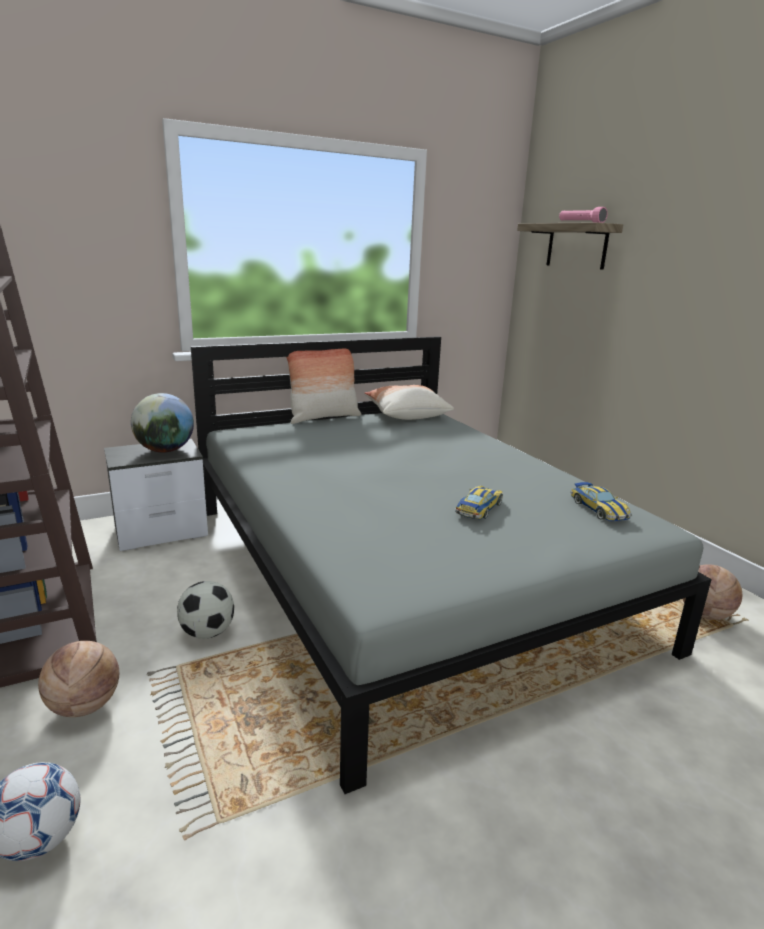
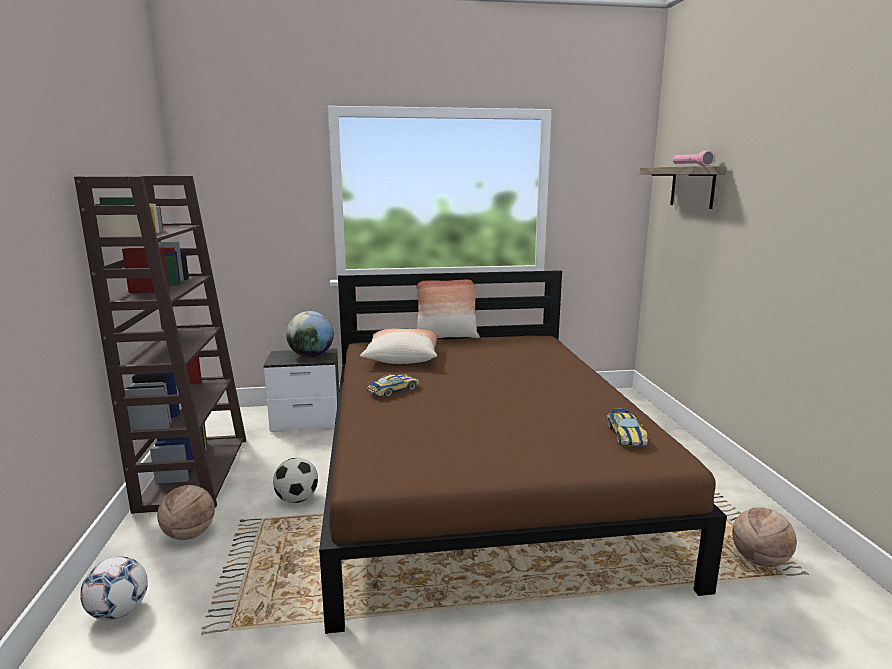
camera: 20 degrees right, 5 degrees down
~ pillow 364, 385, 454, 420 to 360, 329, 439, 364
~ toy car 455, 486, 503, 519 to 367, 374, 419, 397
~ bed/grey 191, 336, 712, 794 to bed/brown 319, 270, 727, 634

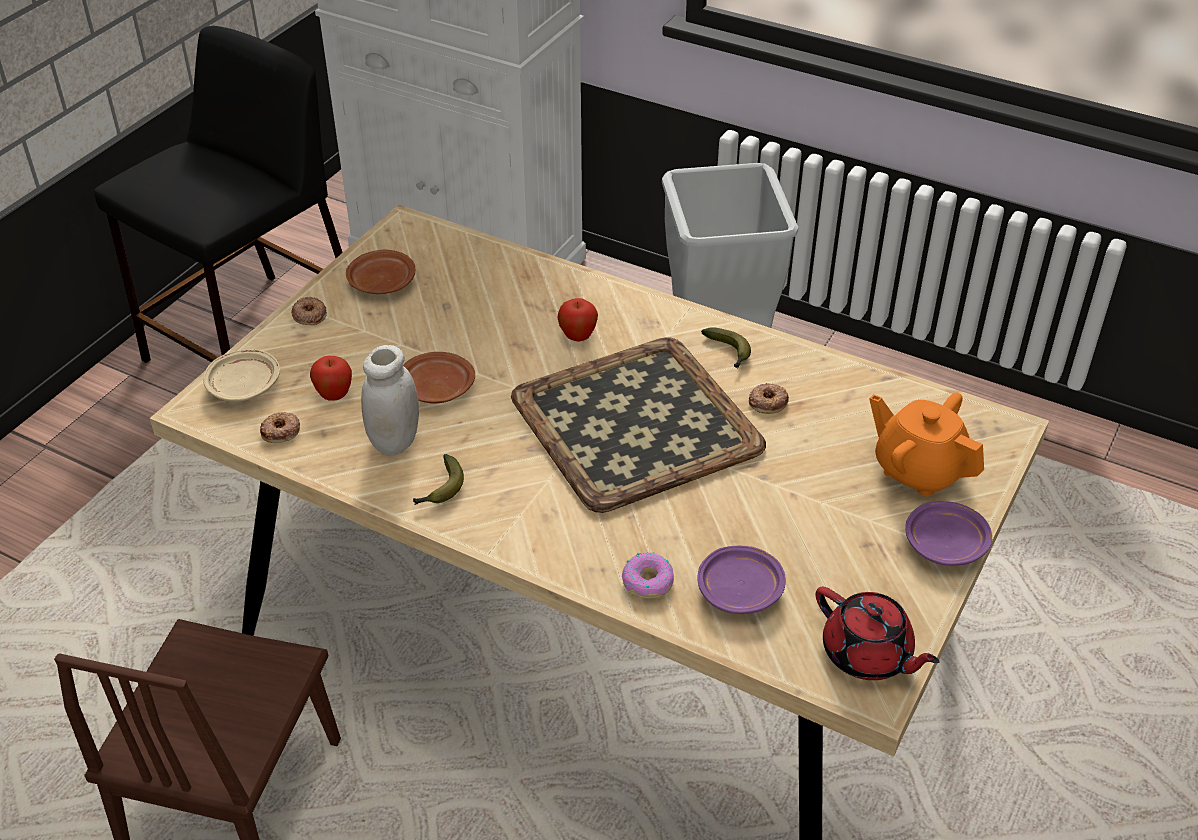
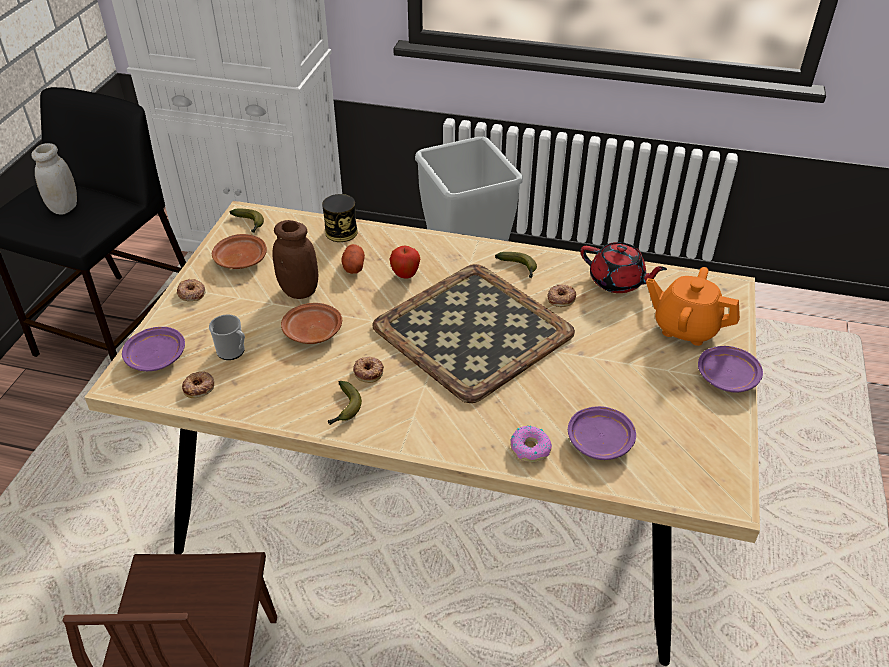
camera: 15 degrees left, 0 degrees up
+ banana 229, 208, 264, 233
+ jar/brown 272, 220, 318, 299
+ can 322, 194, 358, 242
+ potato 341, 244, 365, 274
+ donut 353, 357, 384, 383
~ jar/white 361, 345, 419, 456 to 31, 143, 77, 215
~ teapot/red 816, 586, 940, 680 to 581, 242, 667, 293
~ apple 310, 356, 352, 401 to mug 209, 314, 245, 360
~ plate/beige 203, 349, 280, 402 to plate/purple 122, 327, 185, 371

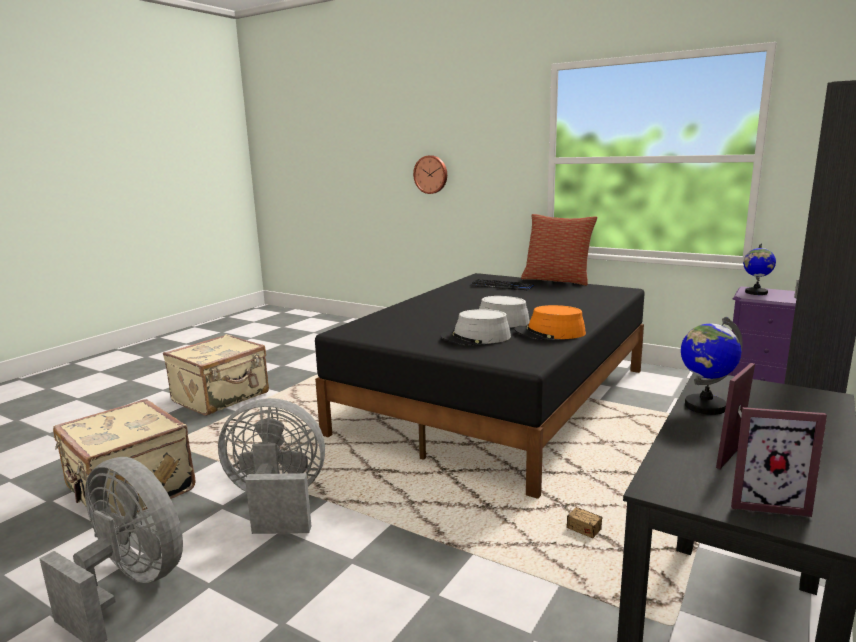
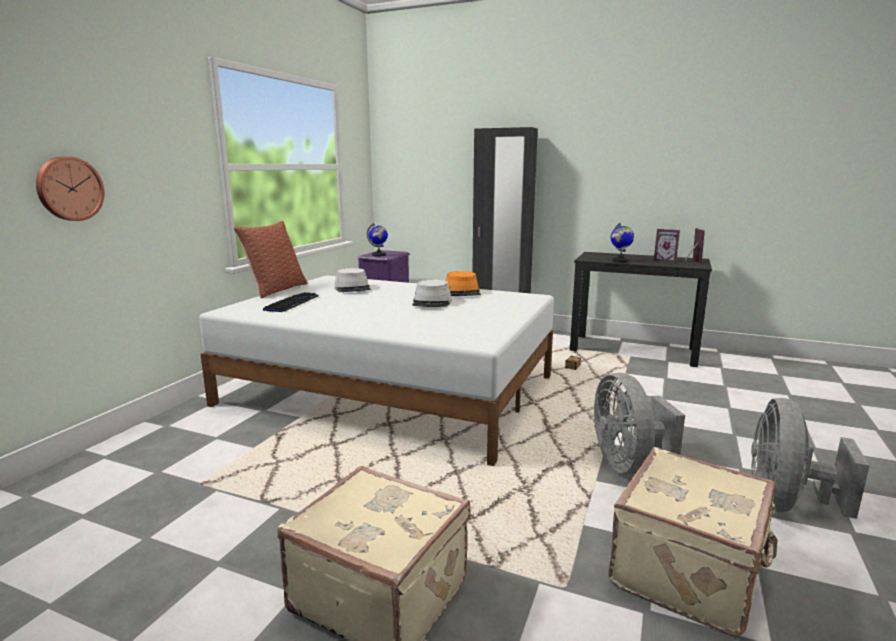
camera: 100 degrees left, 0 degrees up
~ hat/grey 440, 309, 511, 345 to 334, 268, 371, 292
~ bed/black 315, 273, 645, 499 to bed/white 199, 275, 554, 466

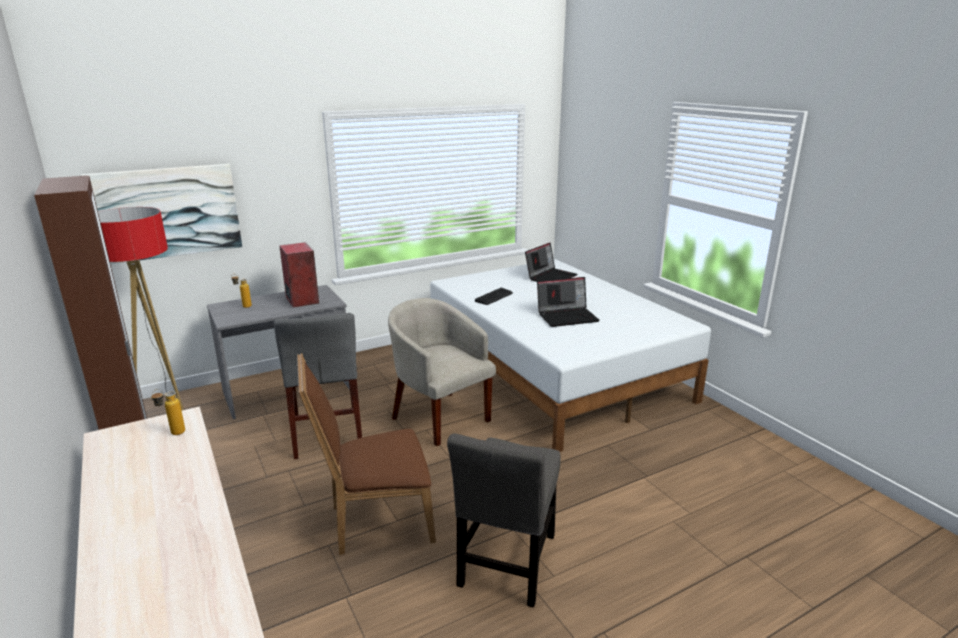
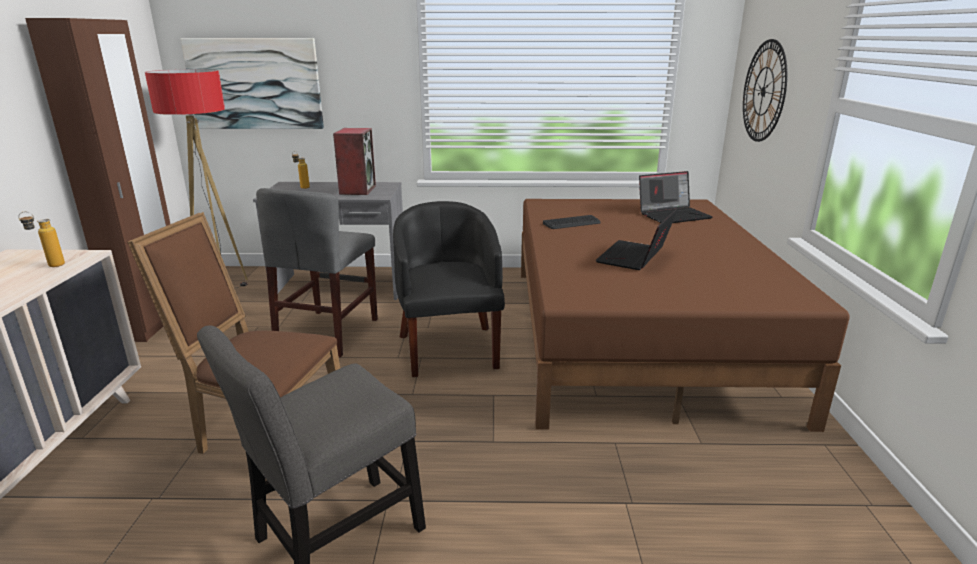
camera: 30 degrees right, 0 degrees up
+ wall clock 743, 39, 788, 142
~ armchair/beige 388, 298, 496, 446 to armchair/black 393, 201, 505, 377
~ bed/white 430, 259, 711, 452 to bed/brown 521, 199, 850, 432
~ laptop 537, 277, 600, 327 = 595, 208, 678, 270 105 degrees clockwise

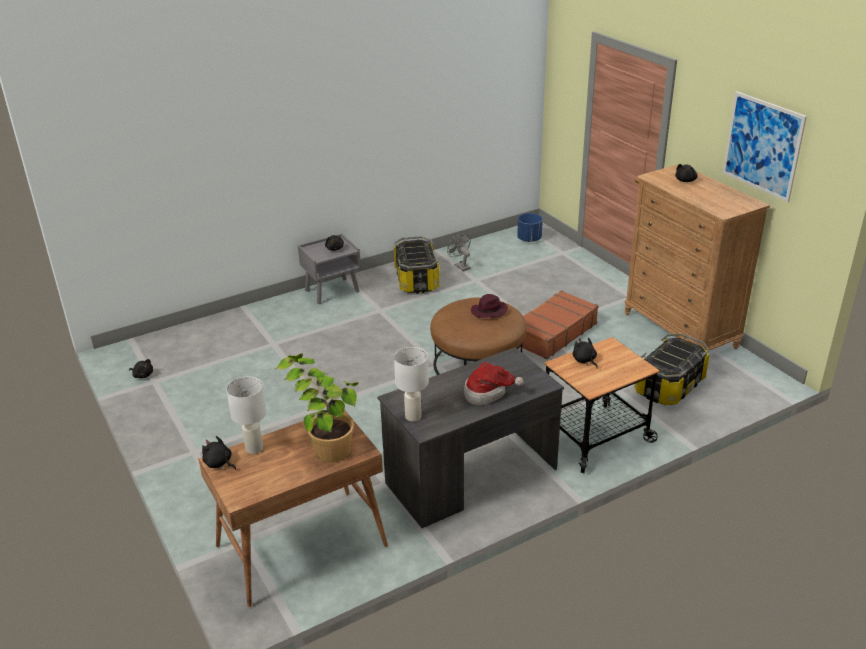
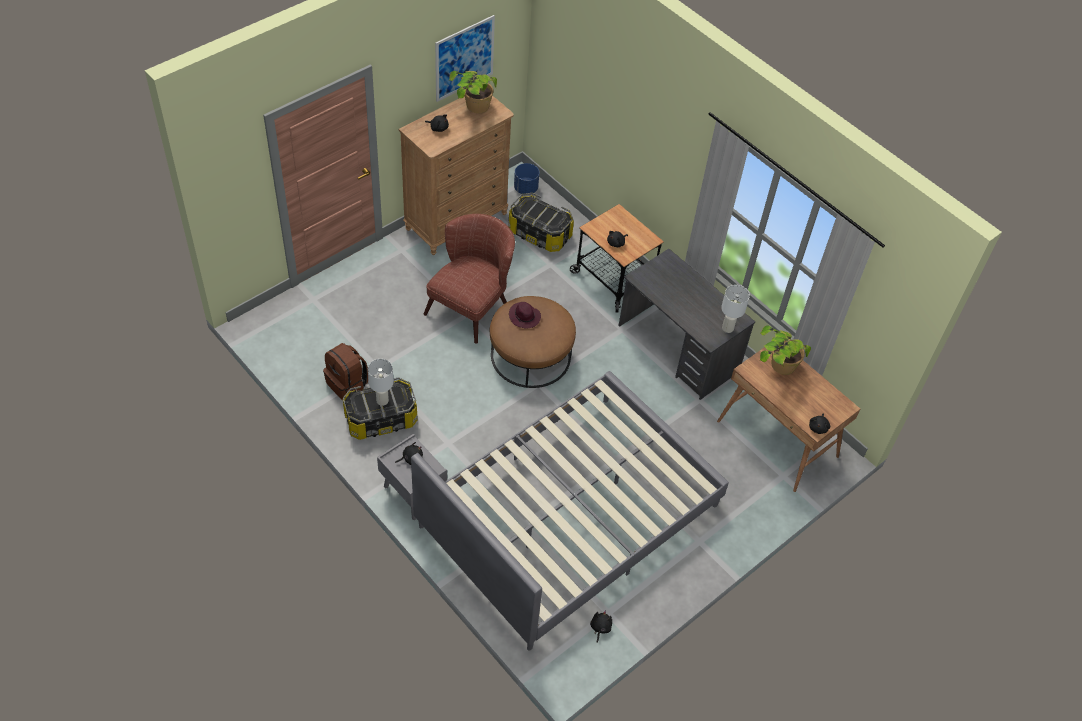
camera: 105 degrees left, 20 degrees up
- hat 464, 362, 524, 405
+ bed/grey 411, 371, 729, 651
+ potted plant 449, 71, 497, 113
~ table lamp/white 226, 376, 267, 454 to 368, 359, 394, 406
~ planter/blue 517, 213, 543, 242 to 514, 163, 539, 194
~ fan/grey 447, 233, 471, 271 to backpack/brown 323, 343, 368, 400
~ suitcase/brown 520, 290, 599, 359 to armchair/brown 423, 214, 515, 344

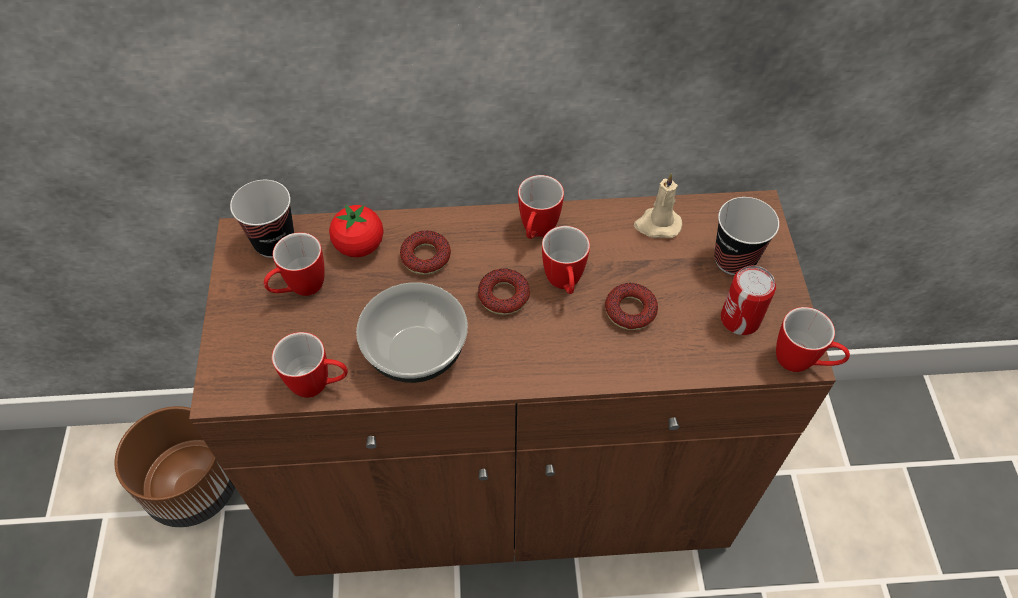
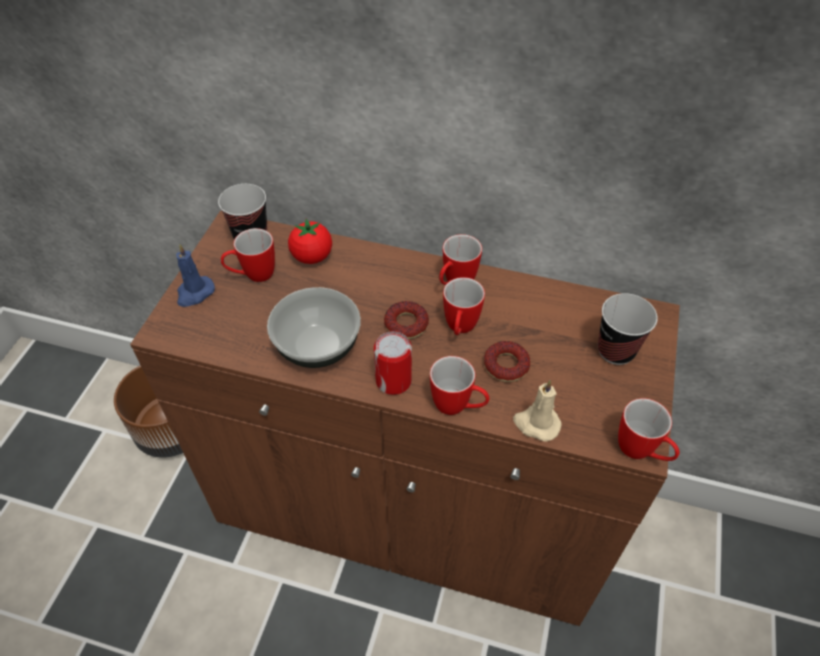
camera: 20 degrees right, 5 degrees down
- donut 400, 230, 451, 275
+ candle/blue 176, 244, 215, 307
~ mug 272, 332, 348, 398 to 430, 356, 489, 415
~ candle/beige 634, 173, 682, 238 to 513, 380, 562, 442
~ can 721, 266, 776, 335 to 374, 331, 412, 395

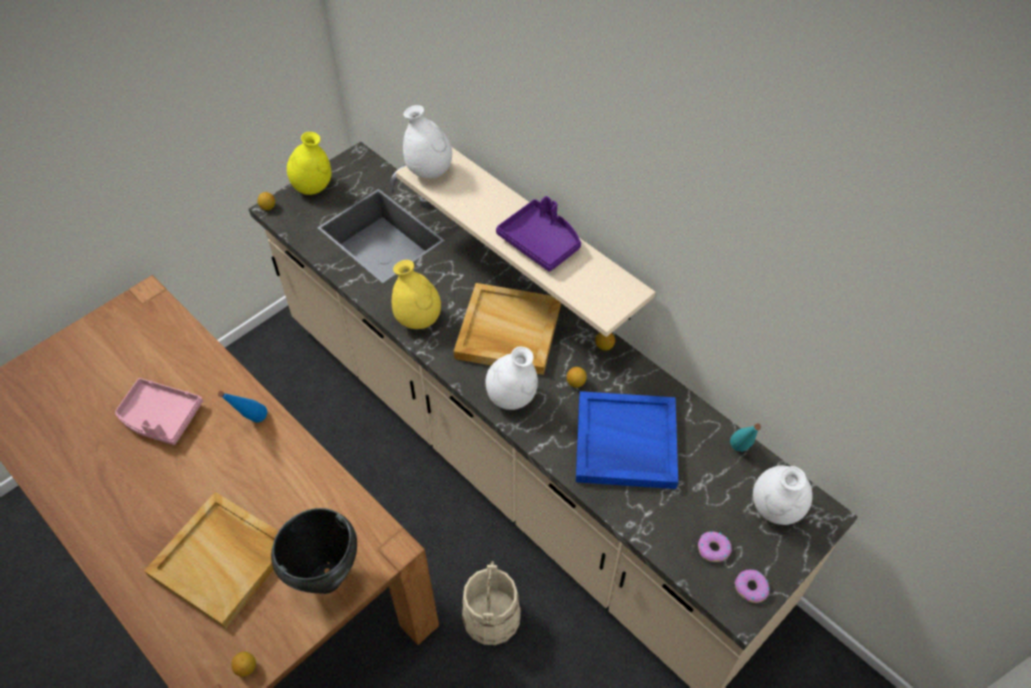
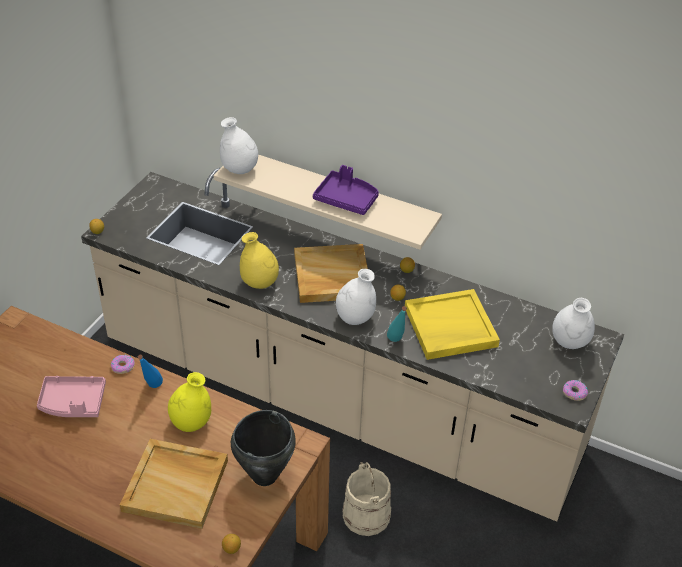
camera: 20 degrees left, 10 degrees down
~ vase/yellow 287, 132, 331, 195 to 168, 372, 211, 432
~ donut 698, 531, 732, 562 to 111, 354, 135, 374
~ bottle/turquoise 730, 424, 761, 452 to 387, 306, 407, 342
~ tray/blue 576, 391, 678, 489 to tray/yellow 405, 289, 500, 360

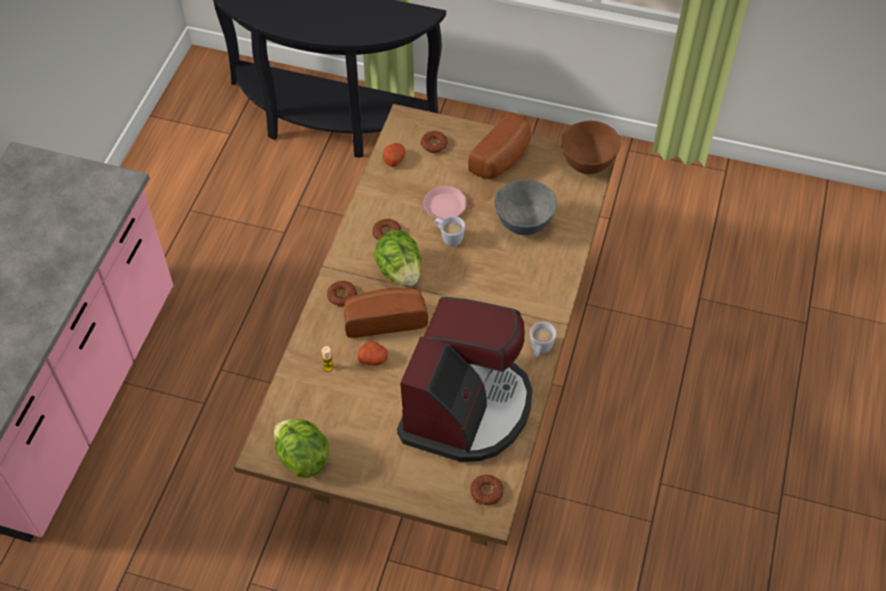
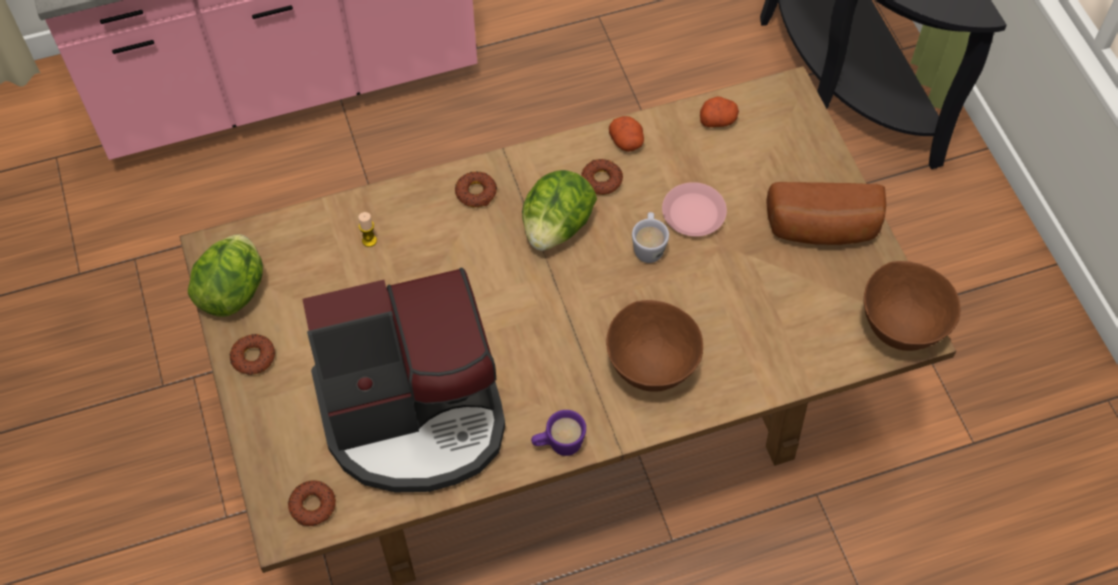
camera: 55 degrees right, 5 degrees up
- bread 344, 288, 428, 338
- bowl/grey 495, 180, 557, 235
+ bowl/brown 606, 300, 703, 392
~ potato 358, 342, 388, 366 to 609, 116, 644, 152
~ donut 420, 131, 448, 153 to 230, 334, 275, 375
~ mug/white 530, 322, 556, 358 to mug/purple 531, 410, 586, 456

